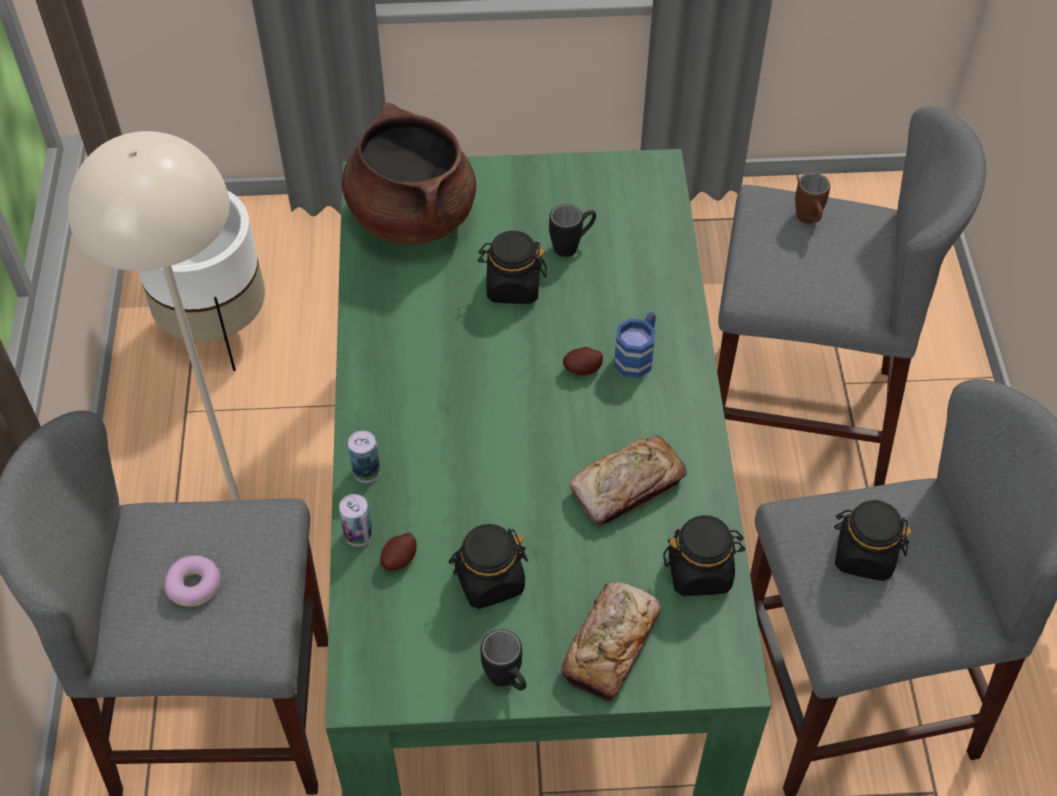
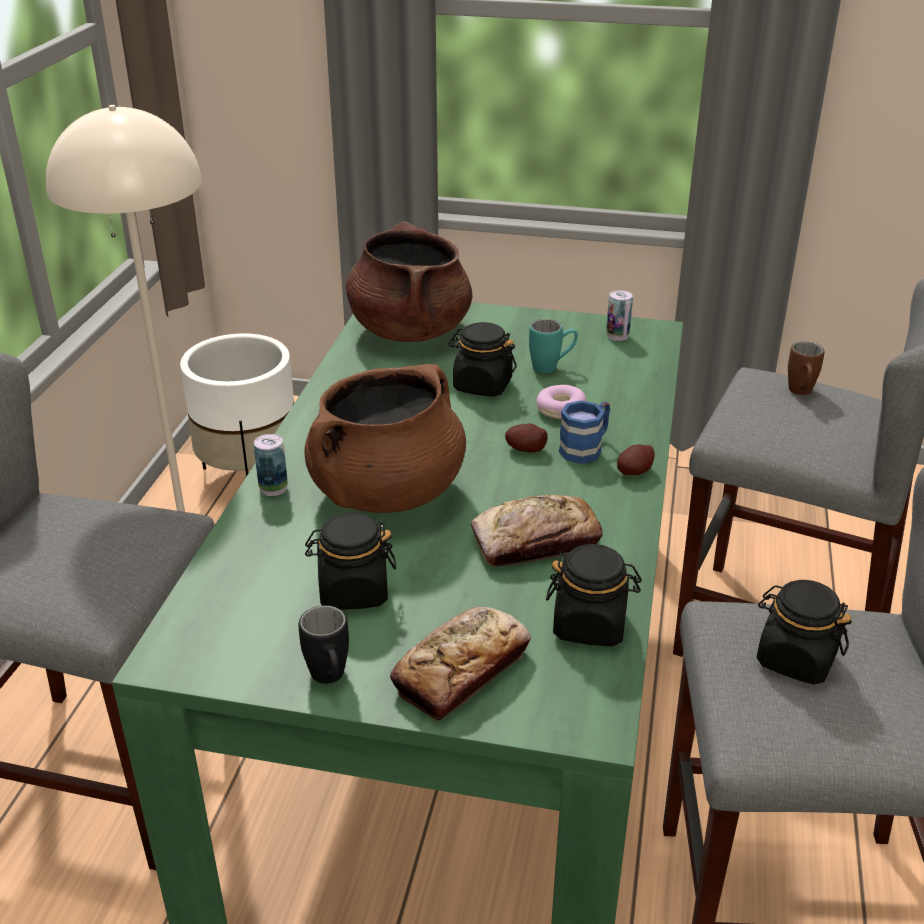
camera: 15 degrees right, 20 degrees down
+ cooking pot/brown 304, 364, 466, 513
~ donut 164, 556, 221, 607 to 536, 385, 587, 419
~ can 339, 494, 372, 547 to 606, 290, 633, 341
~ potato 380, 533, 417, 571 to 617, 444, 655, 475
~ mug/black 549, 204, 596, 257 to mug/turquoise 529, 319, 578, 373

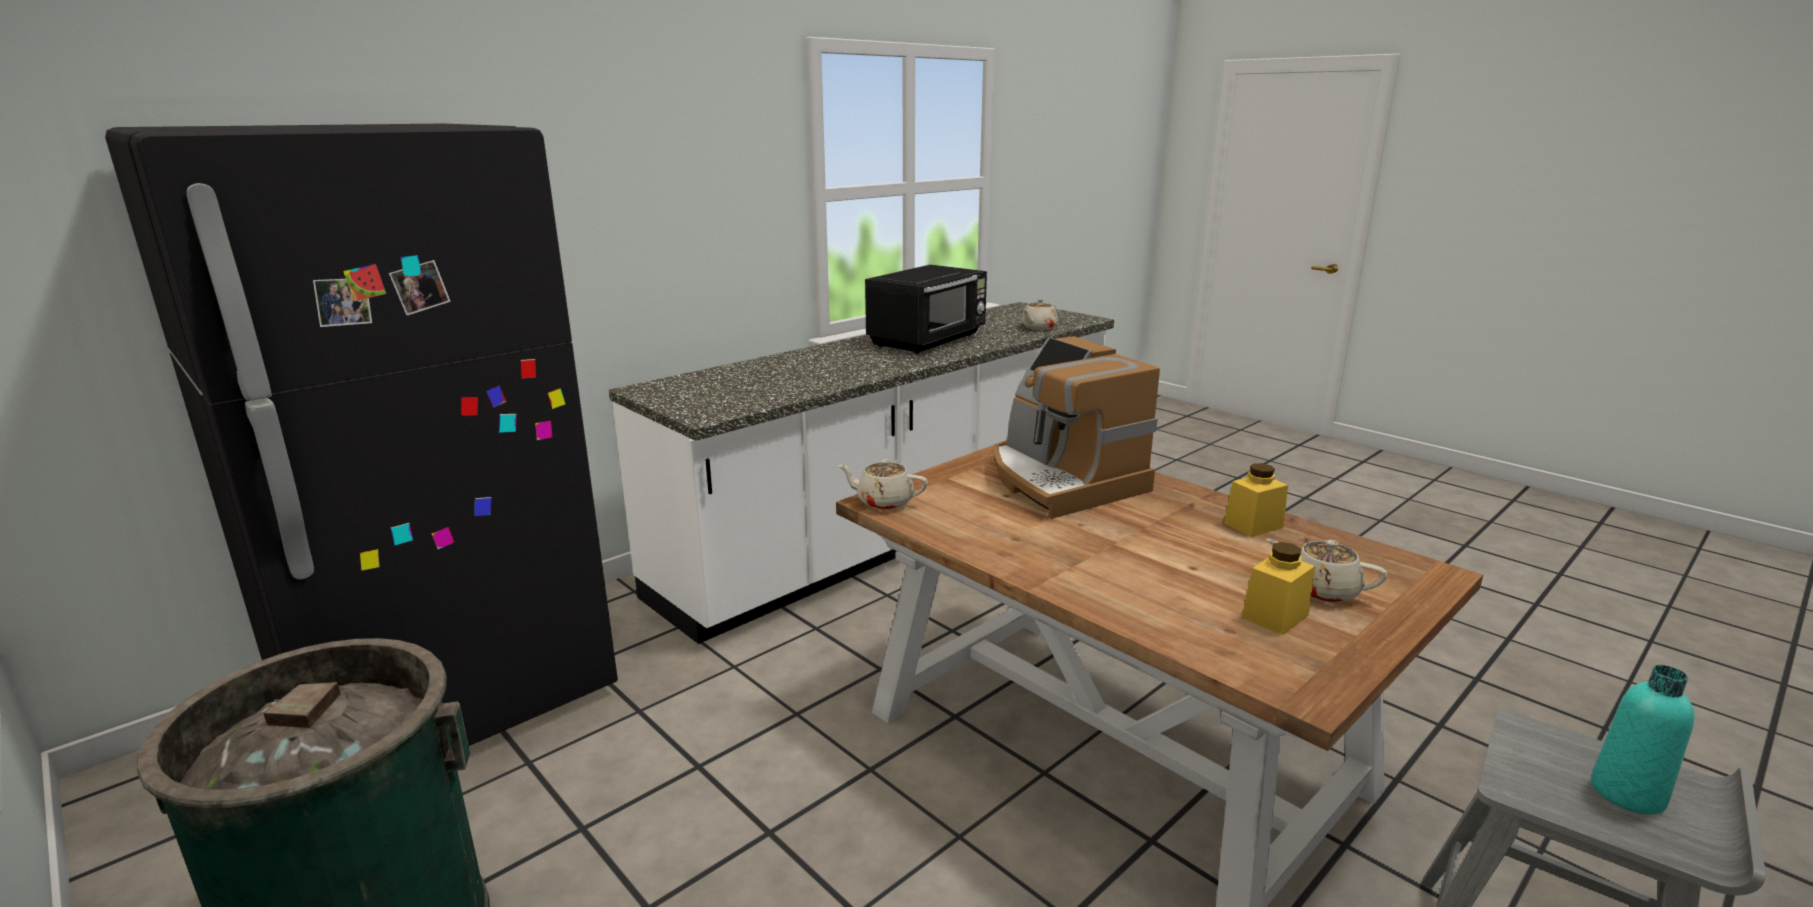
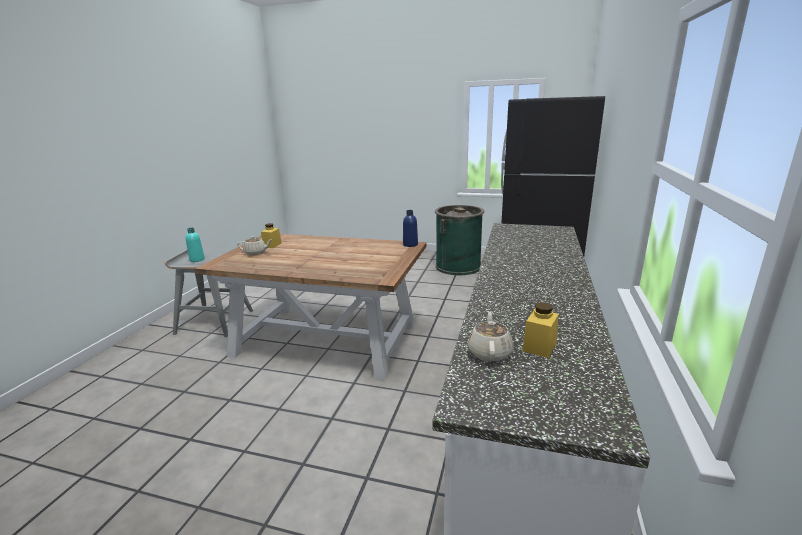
camera: 150 degrees right, 0 degrees up
- microwave/black 865, 264, 987, 354
- coffee machine 994, 336, 1160, 519
~ jar/yellow 1224, 463, 1288, 537 to 522, 303, 559, 358
~ teapot/beige 838, 459, 928, 510 to bottle/blue 403, 210, 418, 247

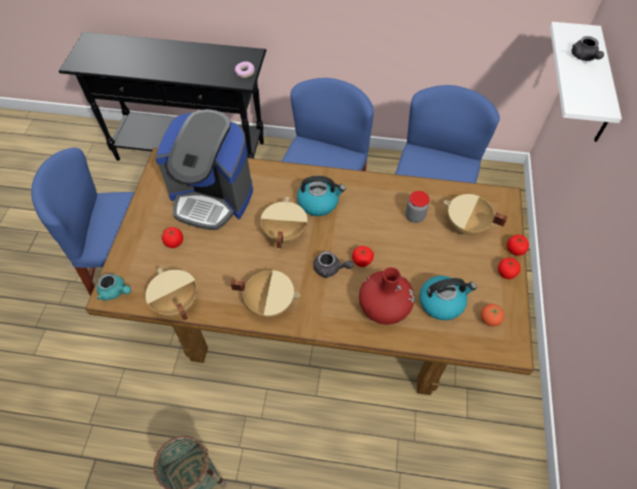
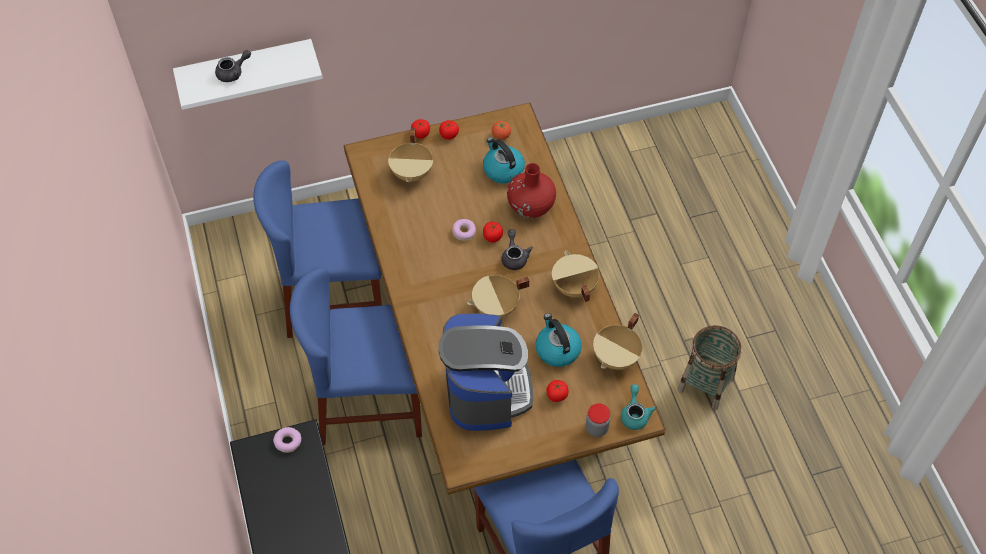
camera: 115 degrees left, 0 degrees up
+ donut 452, 219, 476, 241
~ kettle 297, 176, 346, 216 to 536, 313, 582, 367
~ jar 405, 191, 430, 223 to 586, 403, 611, 437

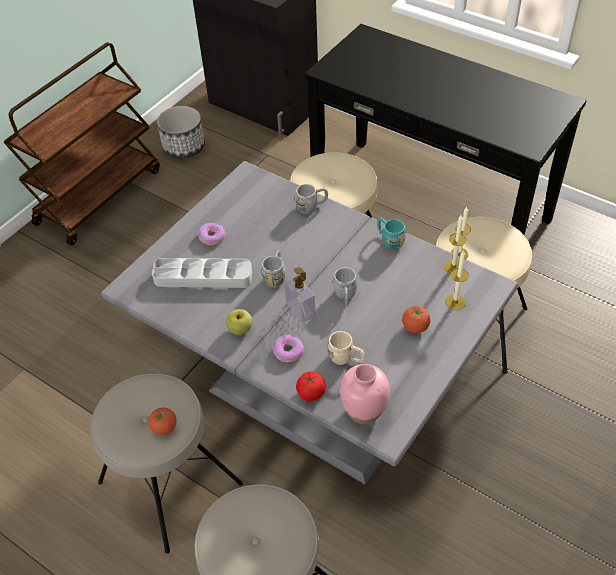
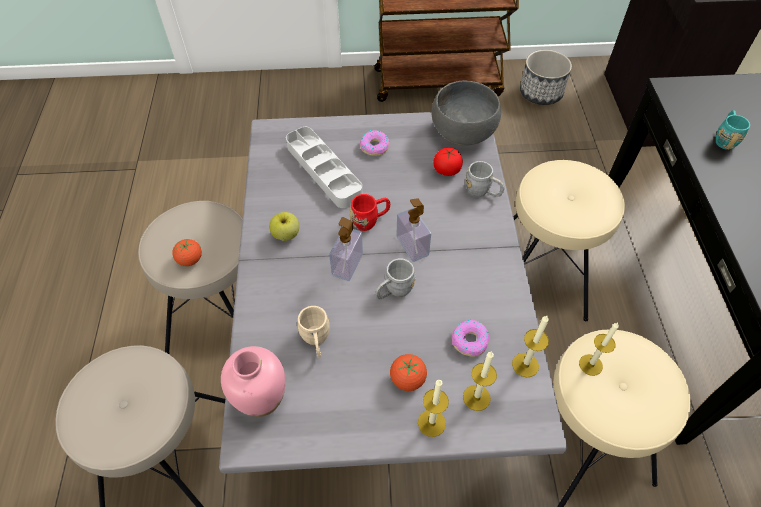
camera: 50 degrees right, 5 degrees up
+ soap dispenser 396, 198, 431, 262
+ candle 418, 379, 449, 437
+ bowl/grey 432, 81, 501, 146
~ donut 273, 335, 304, 362 to 452, 320, 490, 357
~ tomato 296, 372, 326, 401 to 433, 147, 463, 176
~ mug/turquoise 377, 218, 406, 250 to 716, 110, 750, 150
~ mug/grey 261, 251, 286, 288 to mug/red 350, 194, 390, 231

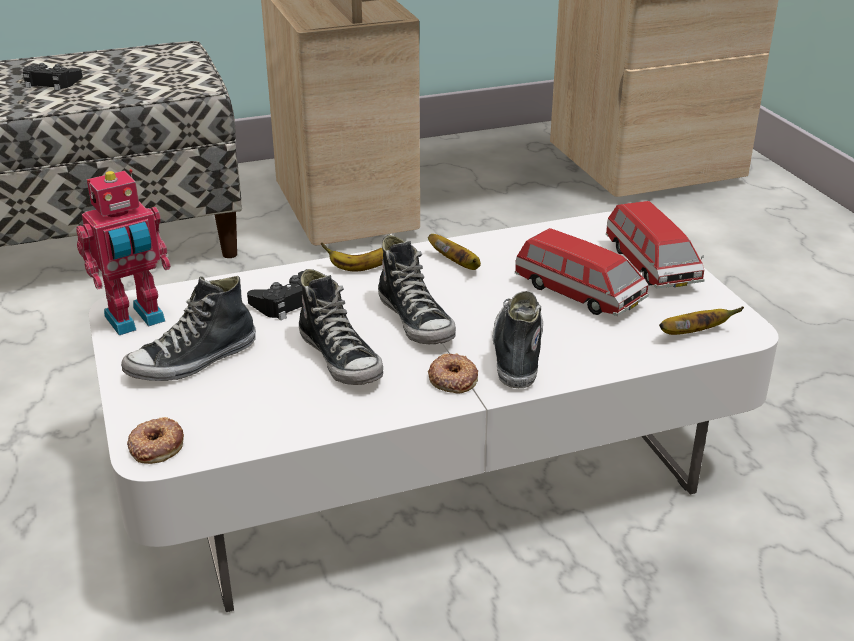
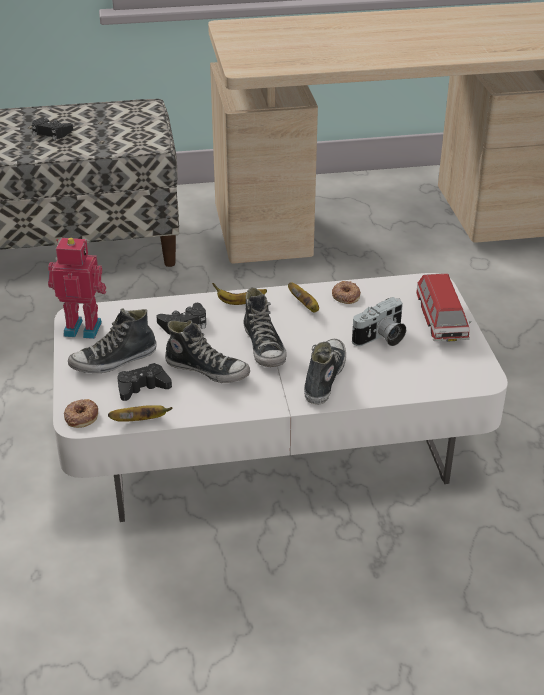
camera: 10 degrees right, 5 degrees up
+ game controller/black 117, 363, 172, 401
~ donut 428, 353, 478, 394 to 332, 281, 361, 304
~ banana 659, 307, 744, 335 to 108, 405, 172, 422
~ toy car 515, 228, 649, 316 to photo camera 352, 297, 406, 346
~ toy robot 76, 169, 171, 335 = 48, 238, 106, 339 150 degrees counterclockwise
~ shoe 299, 269, 383, 385 = 165, 320, 250, 383 45 degrees counterclockwise

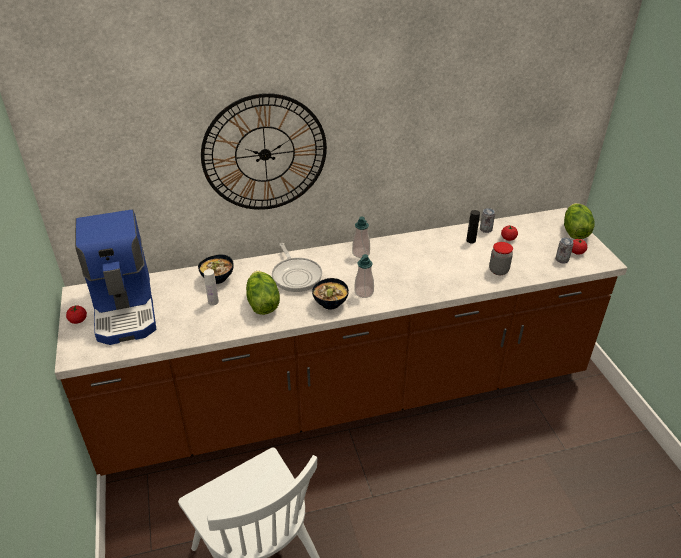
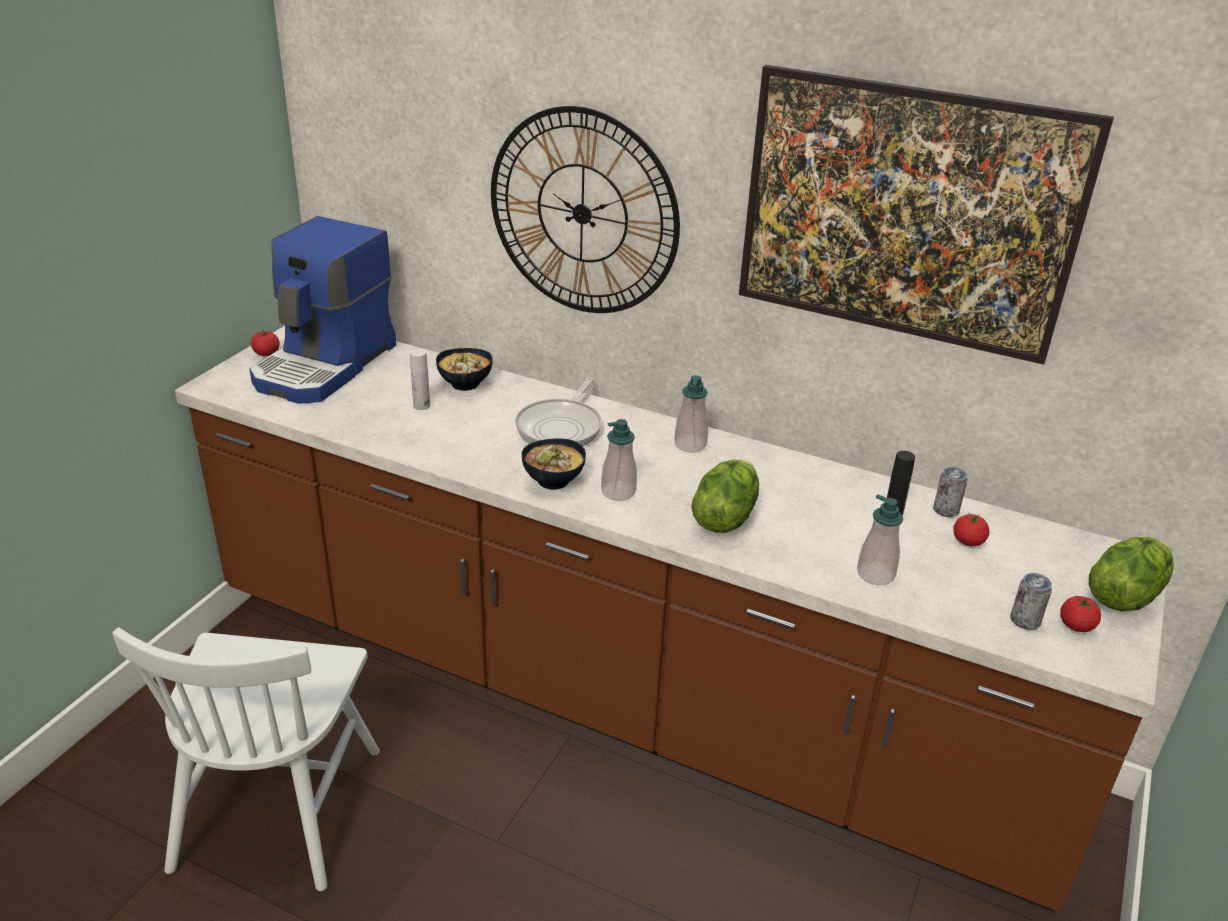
camera: 40 degrees right, 5 degrees down
+ picture 739, 65, 1114, 424
~ lettuce 246, 271, 280, 315 to 692, 459, 759, 533
~ jar 489, 242, 513, 275 to soap dispenser 857, 494, 903, 585

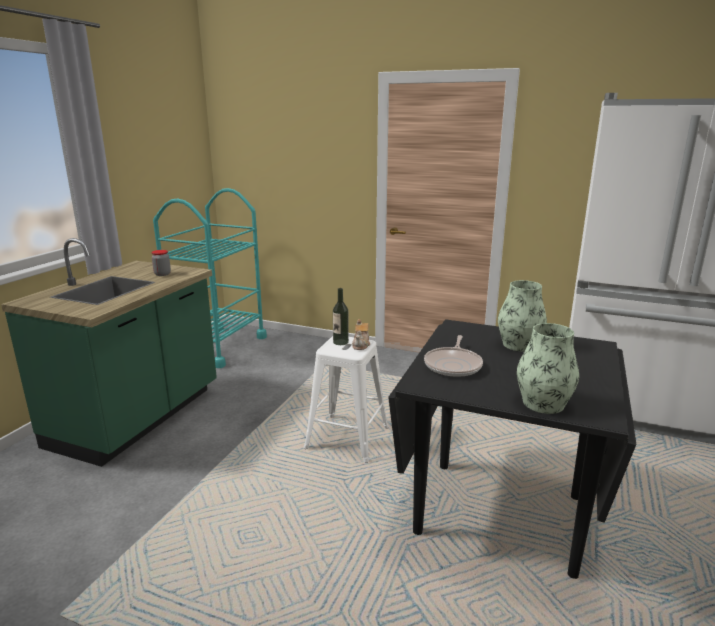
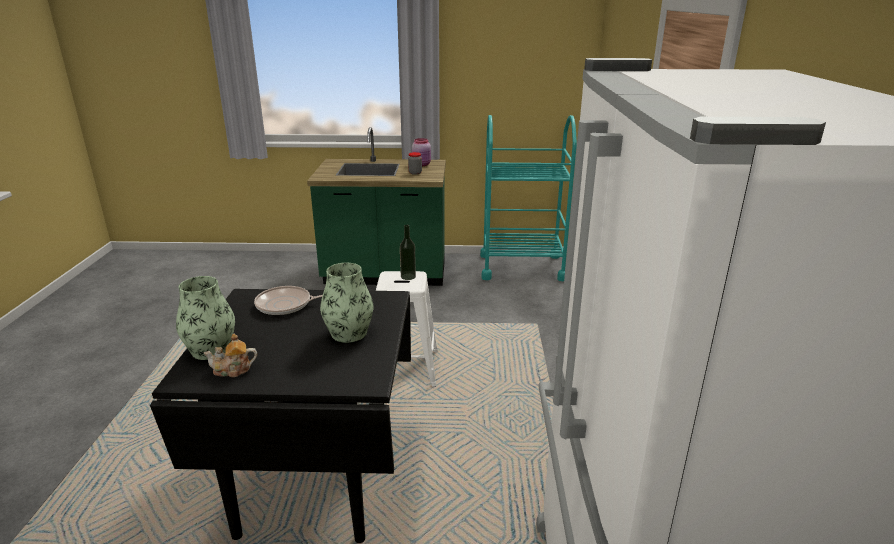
camera: 70 degrees right, 5 degrees up
+ jar/pink 412, 138, 431, 166
~ teapot 352, 319, 370, 350 to 204, 334, 257, 377

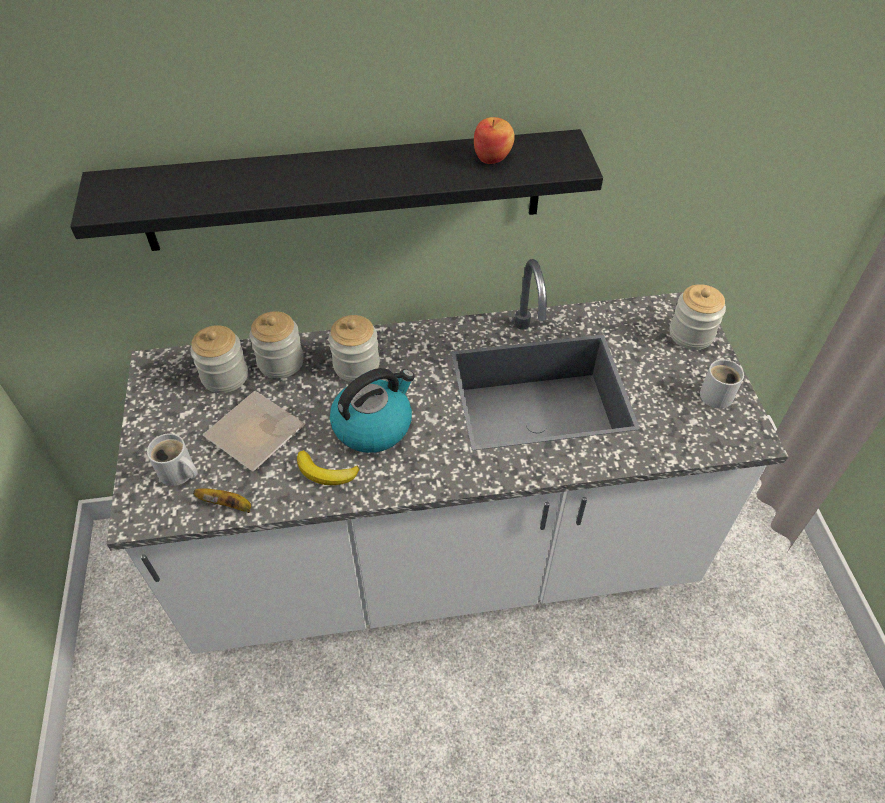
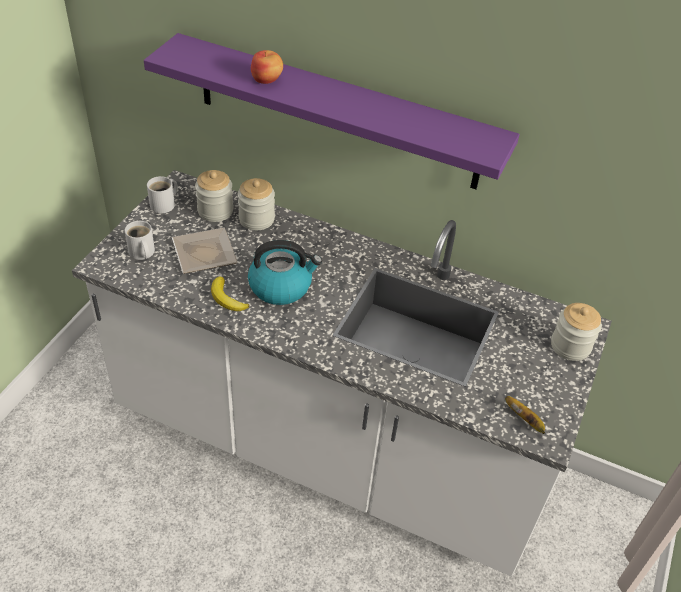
camera: 30 degrees right, 5 degrees down
- jar 329, 315, 380, 382
~ banana 193, 489, 251, 513 to 505, 396, 545, 434
~ apple 474, 117, 515, 164 to 251, 50, 283, 84
~ mug/white 700, 358, 744, 409 to 147, 176, 178, 213
~ shelf/black 70, 129, 603, 251 to shelf/purple 144, 33, 520, 189

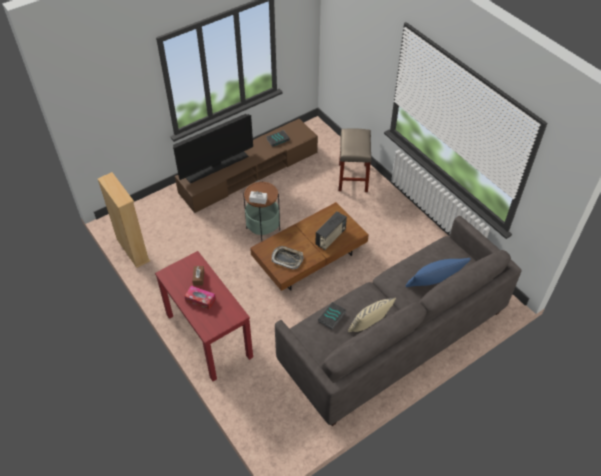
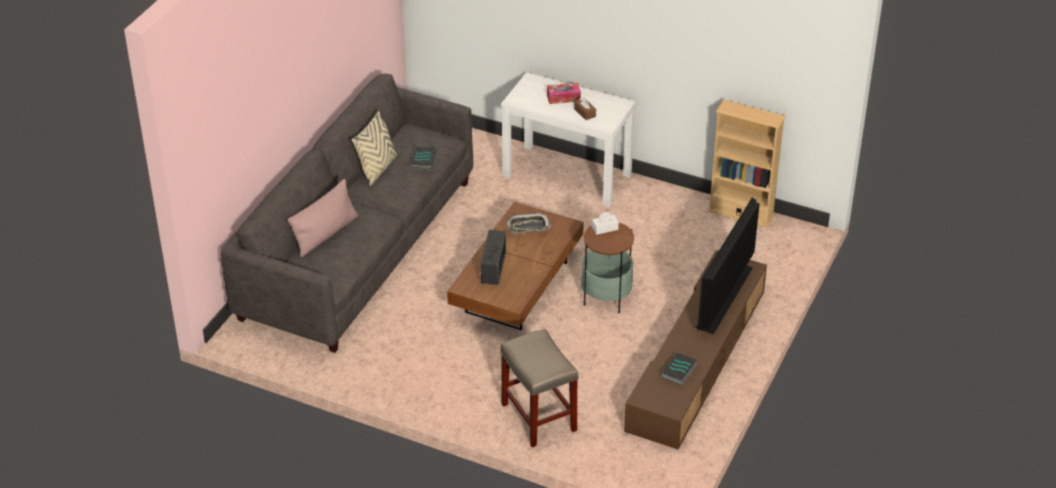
camera: 150 degrees right, 10 degrees down
~ console table/red 155, 251, 253, 381 to console table/white 501, 72, 636, 207
~ pillow/blue 406, 258, 471, 287 to pillow/pink 287, 179, 358, 257

